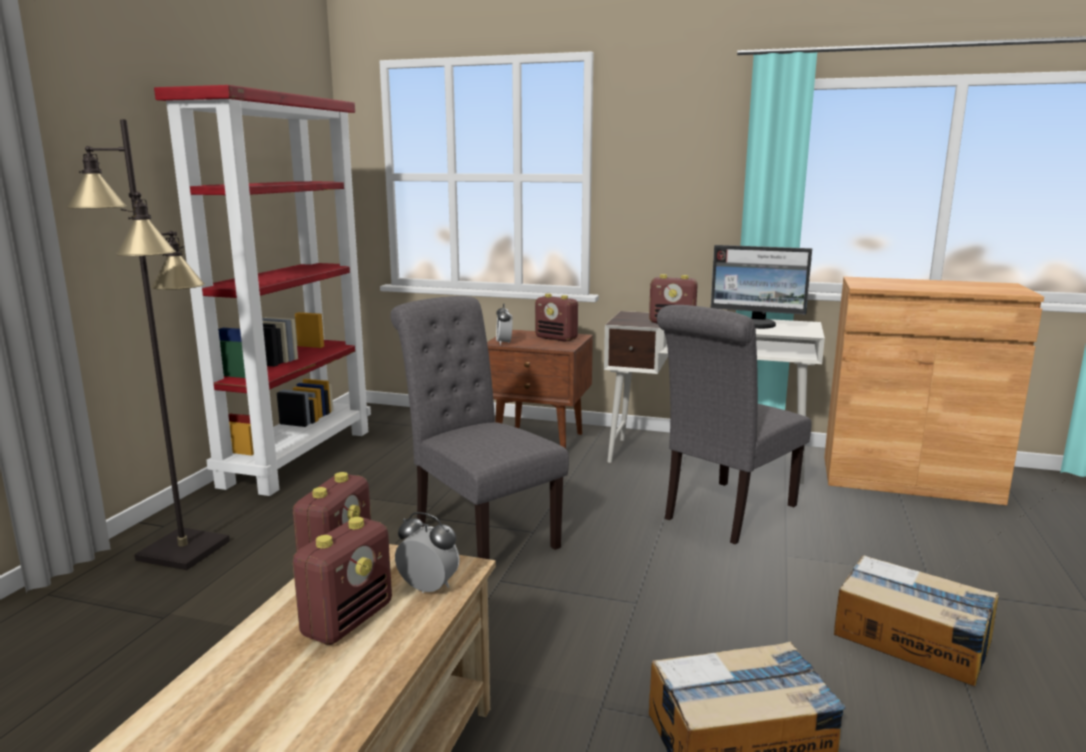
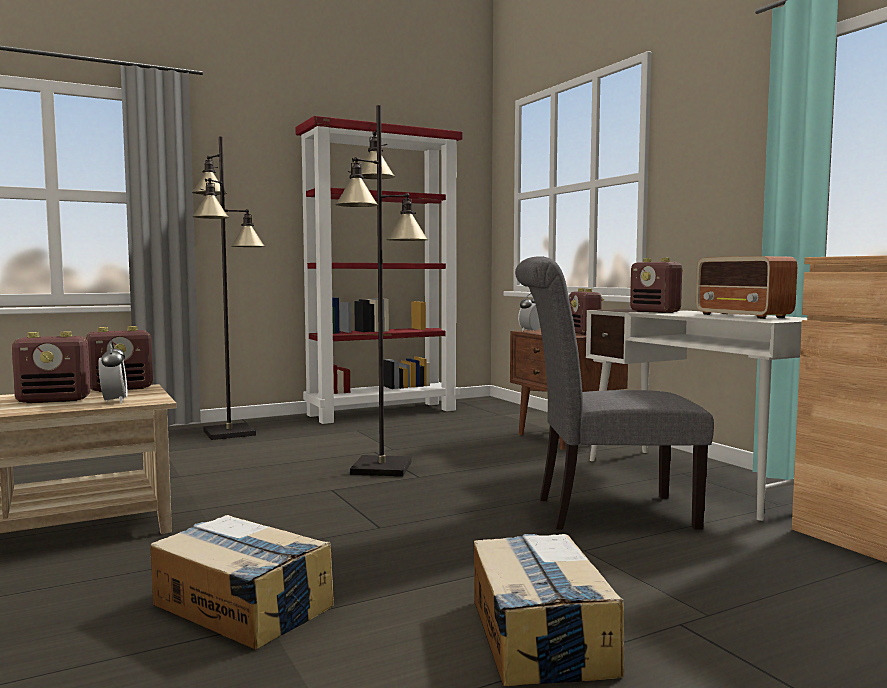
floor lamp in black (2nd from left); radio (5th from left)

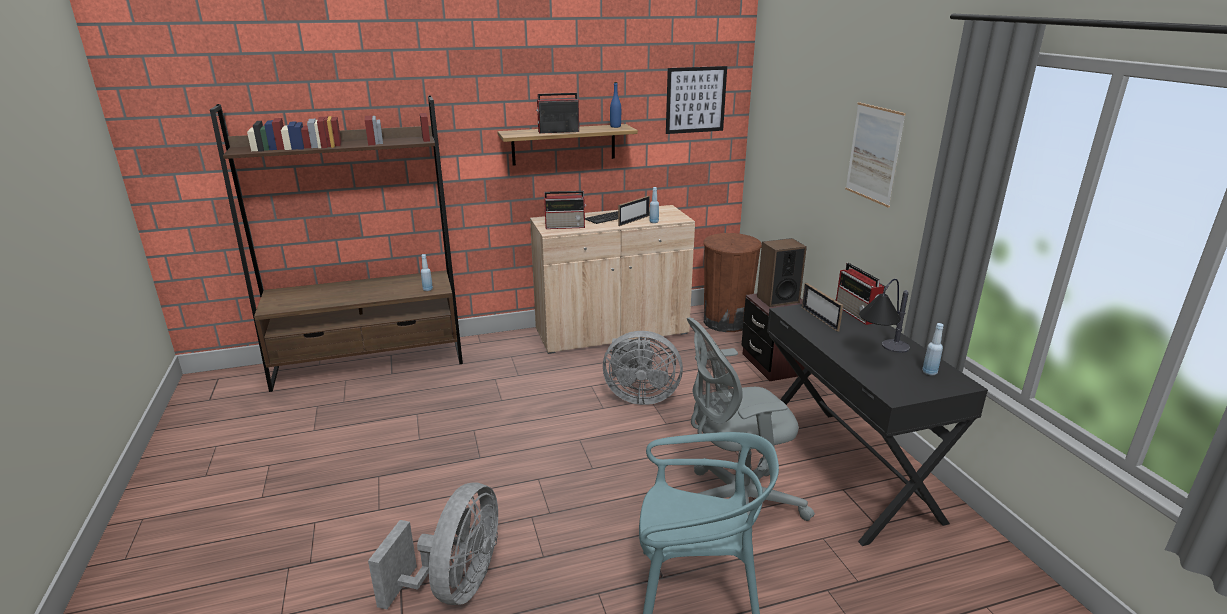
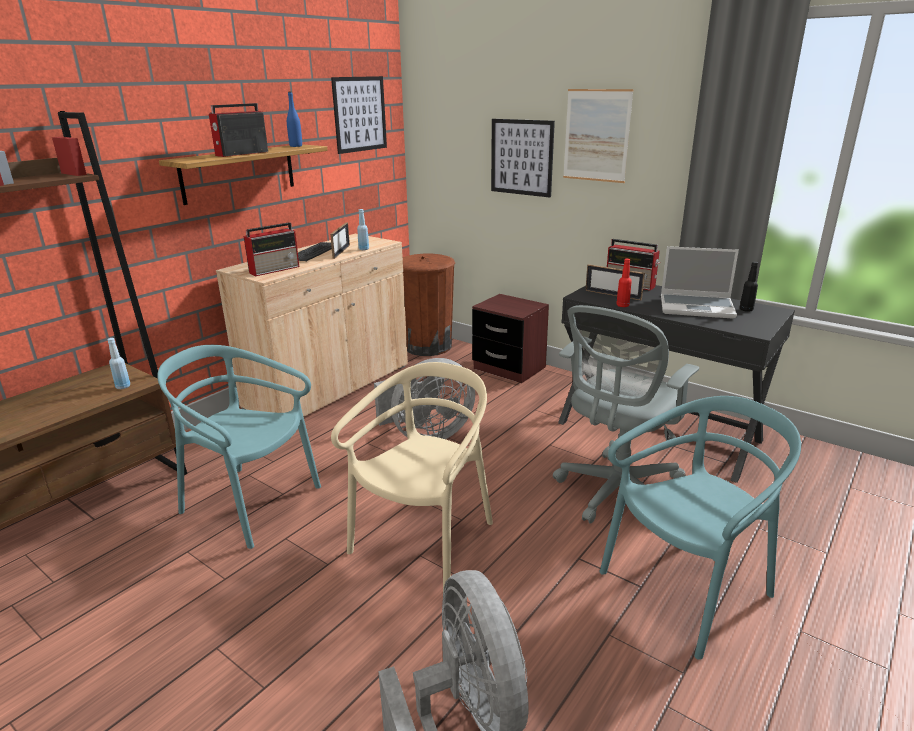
speaker; laptop; bottle in black; chair in turquoise (1st from left); chair in beige; picture (2nd from left); bottle in red

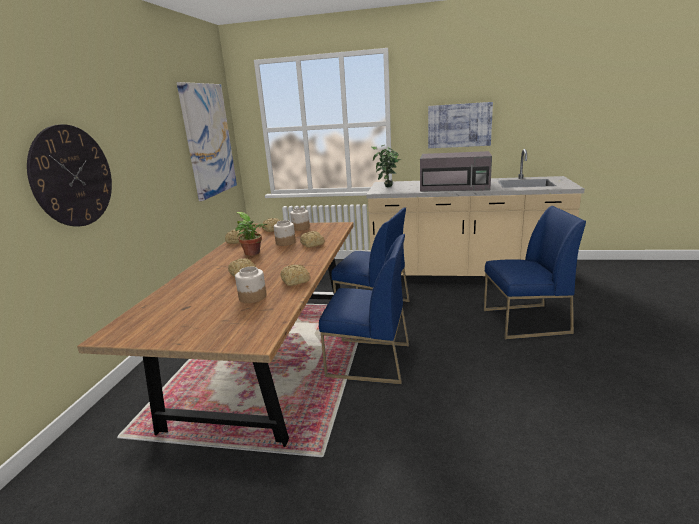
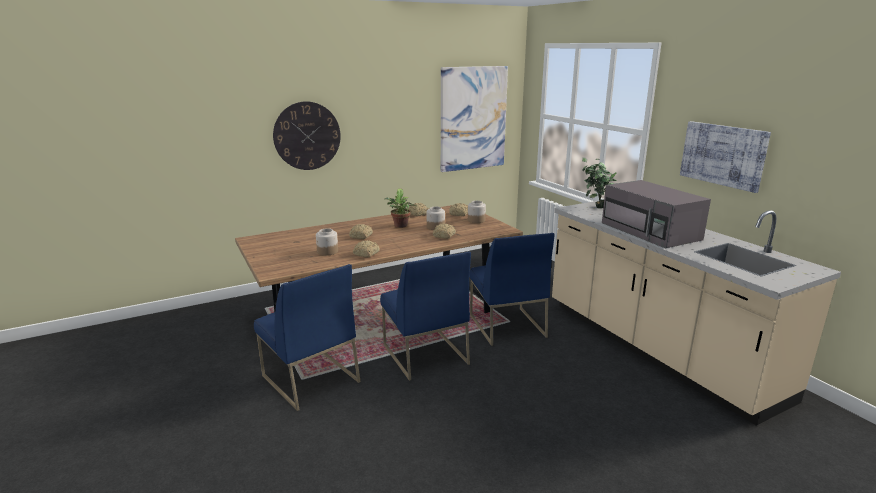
chair in blue (1st from left)

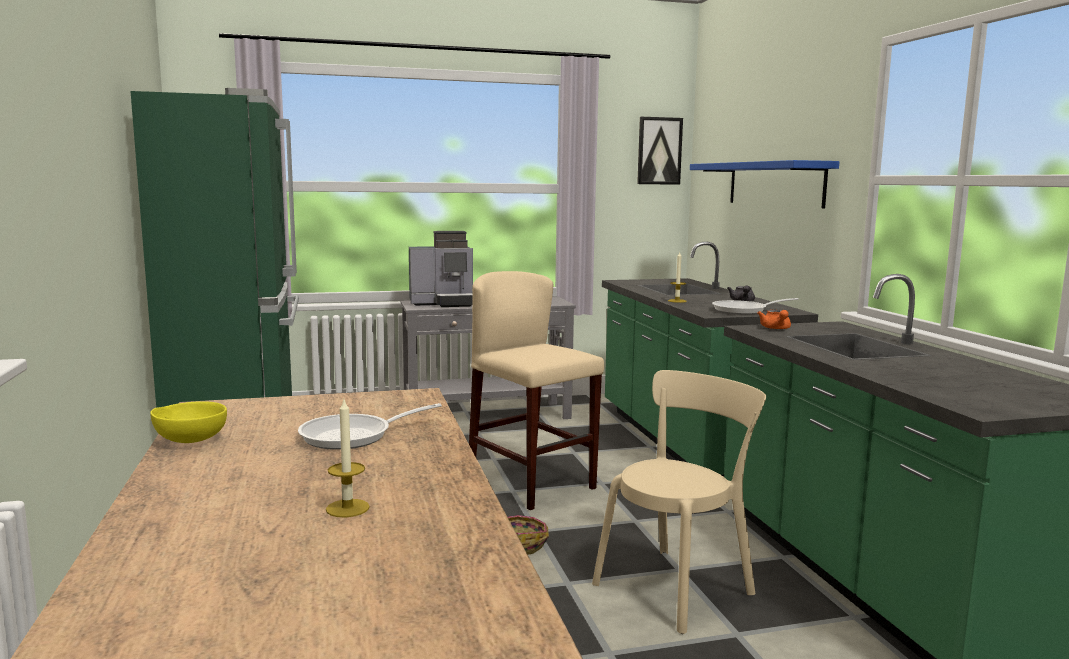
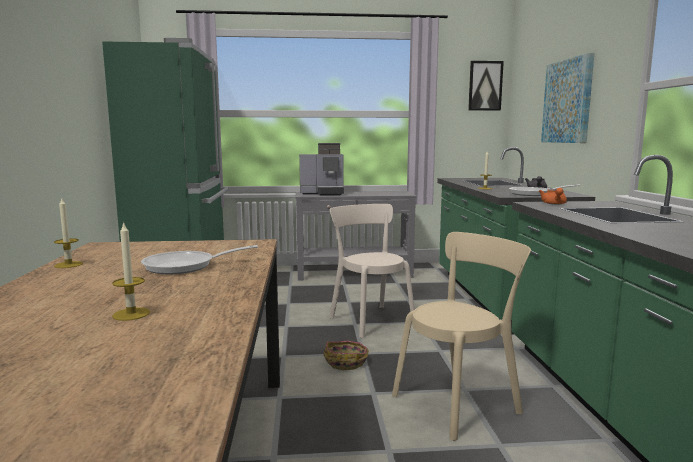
candle (1st from left); chair in beige (1st from left); picture (2nd from left)

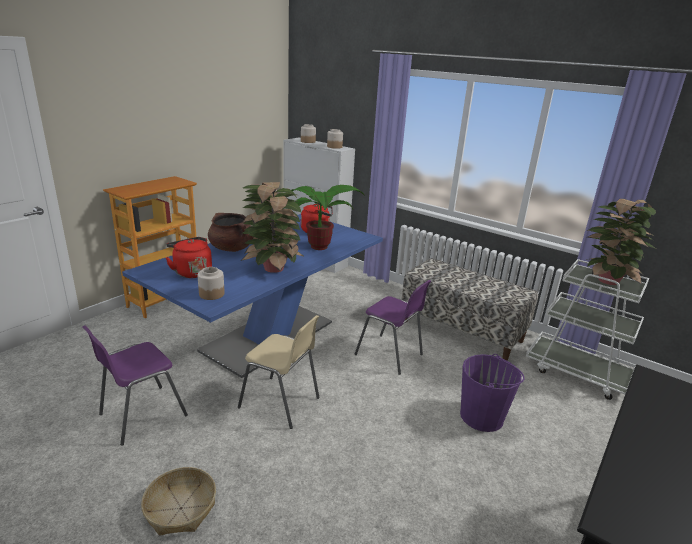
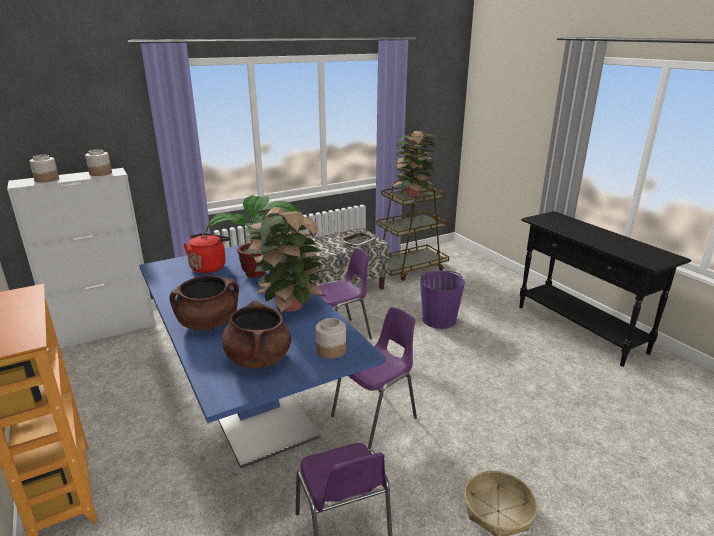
cooking pot in brown (2nd from left); chair in purple (3rd from left); cart in brown; tray

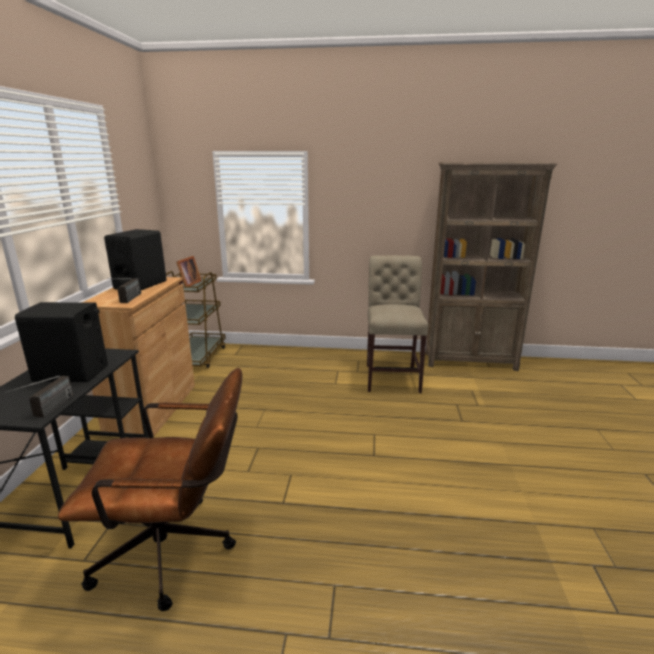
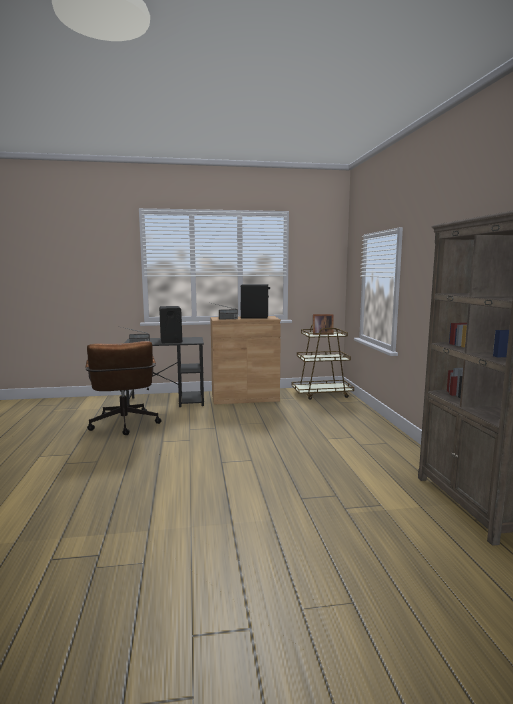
chair in beige

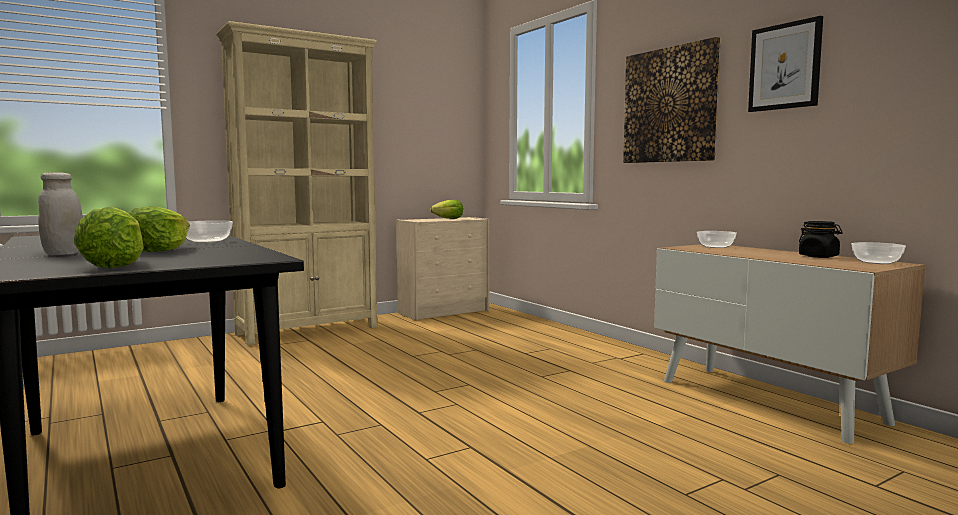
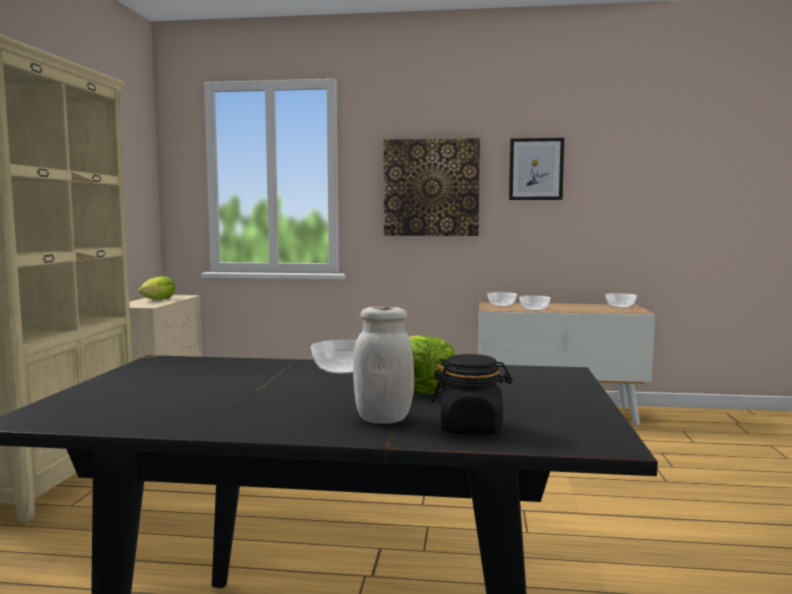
lettuce (1st from left in the first image); jar in black; bowl (3rd from left)

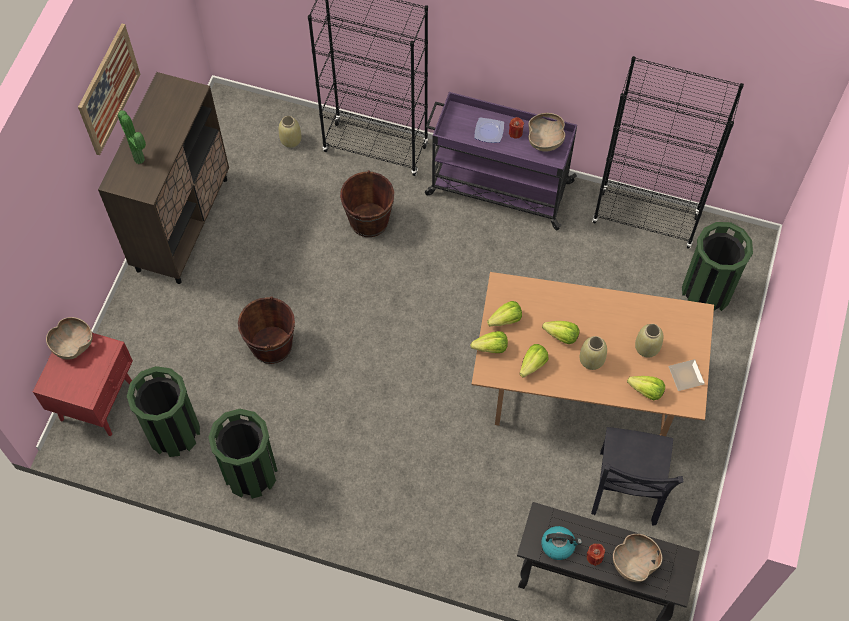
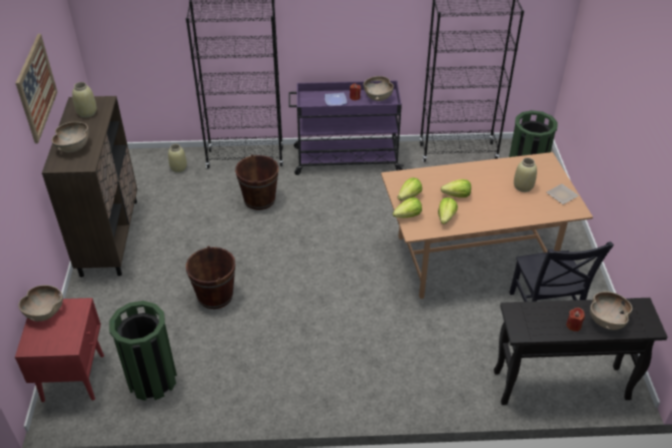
bowl in brown (2nd from left); trash can in green (2nd from left in the first image); kettle; vase in beige (1st from left); lettuce (5th from left in the first image)

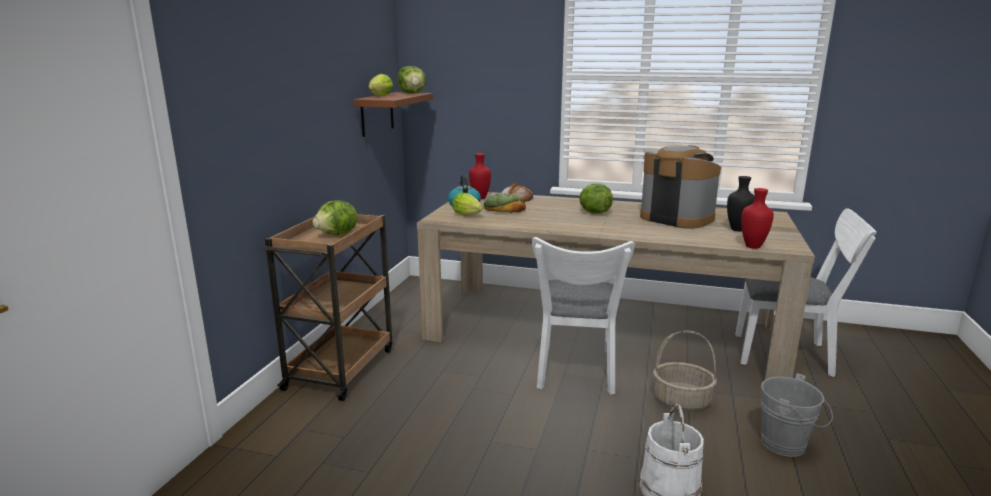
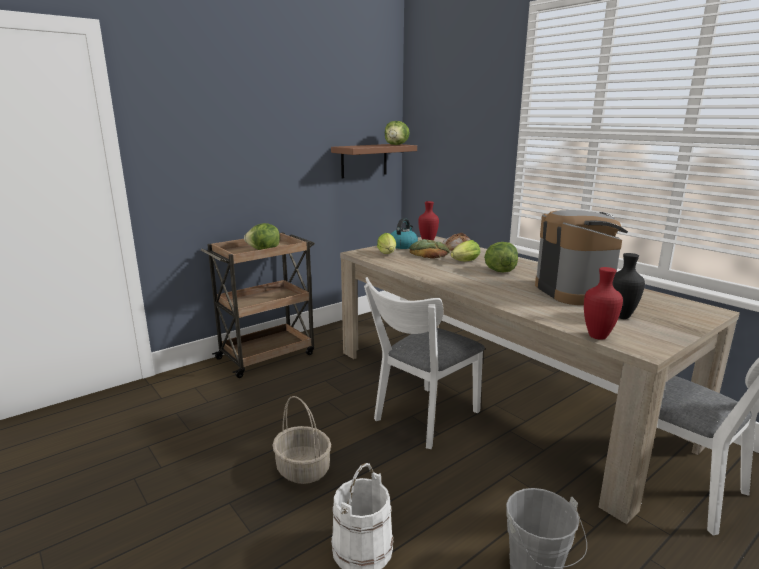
lettuce (4th from left); basket

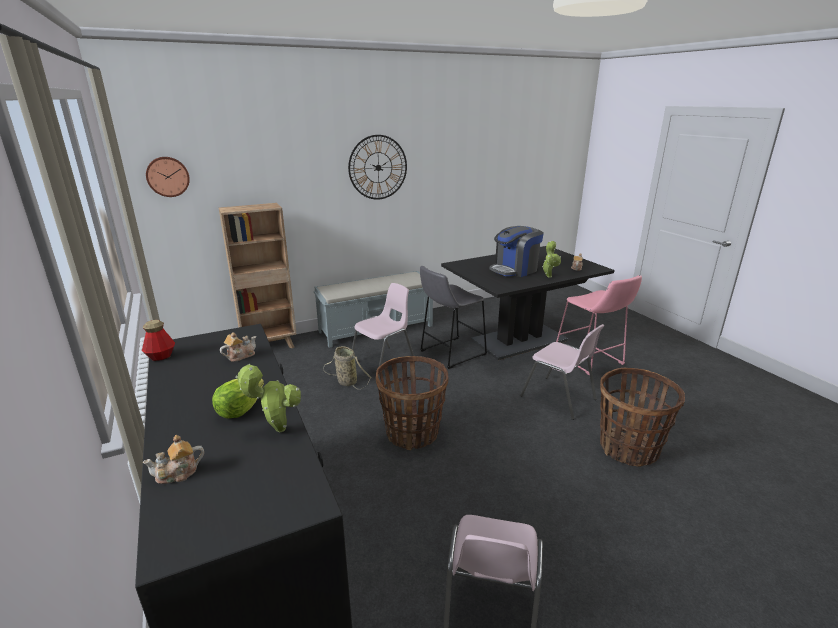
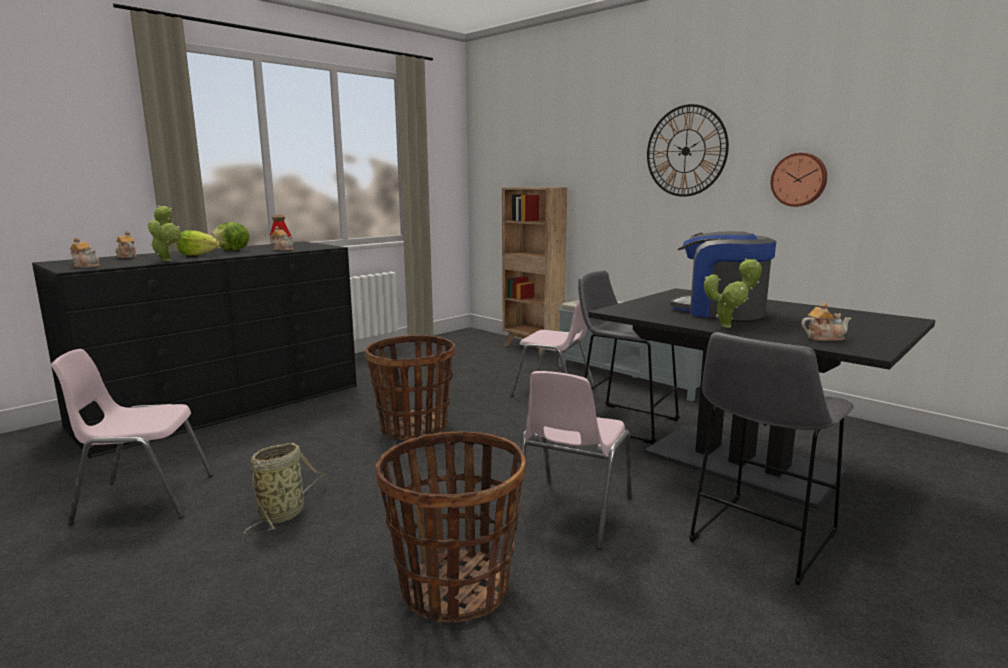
wall clock (2nd from left); basket (1st from left); stool in grey (2nd from left); teapot (1st from left); lettuce (2nd from left)

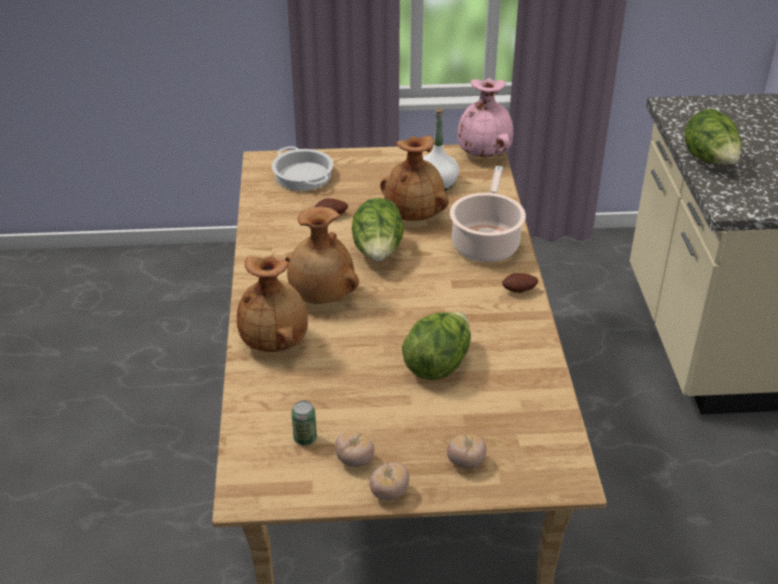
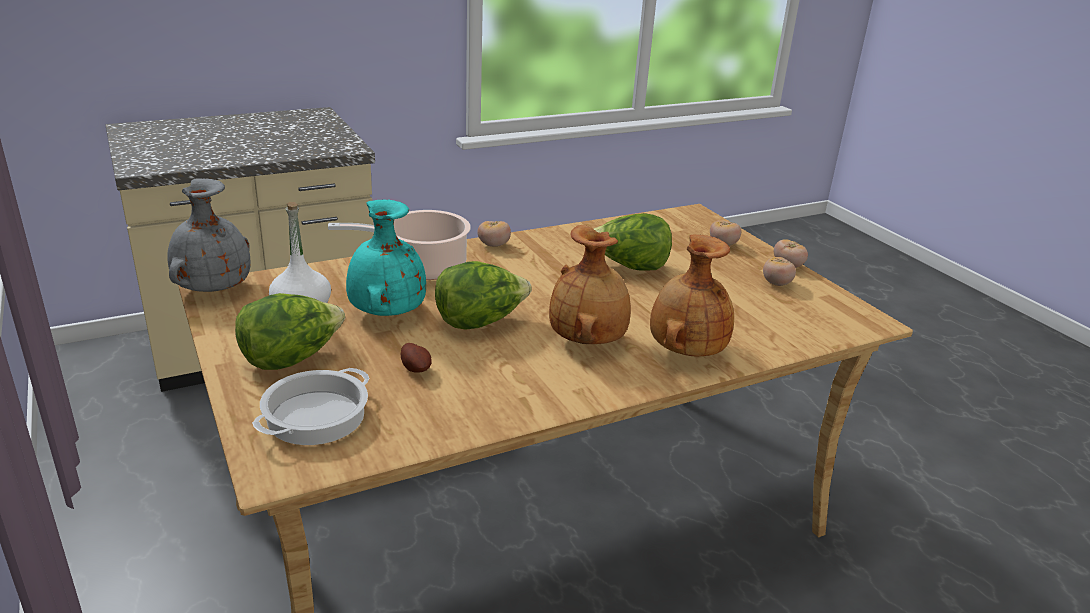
can; vase in turquoise; vase in grey; tomato (1st from left); lettuce (1st from left)

